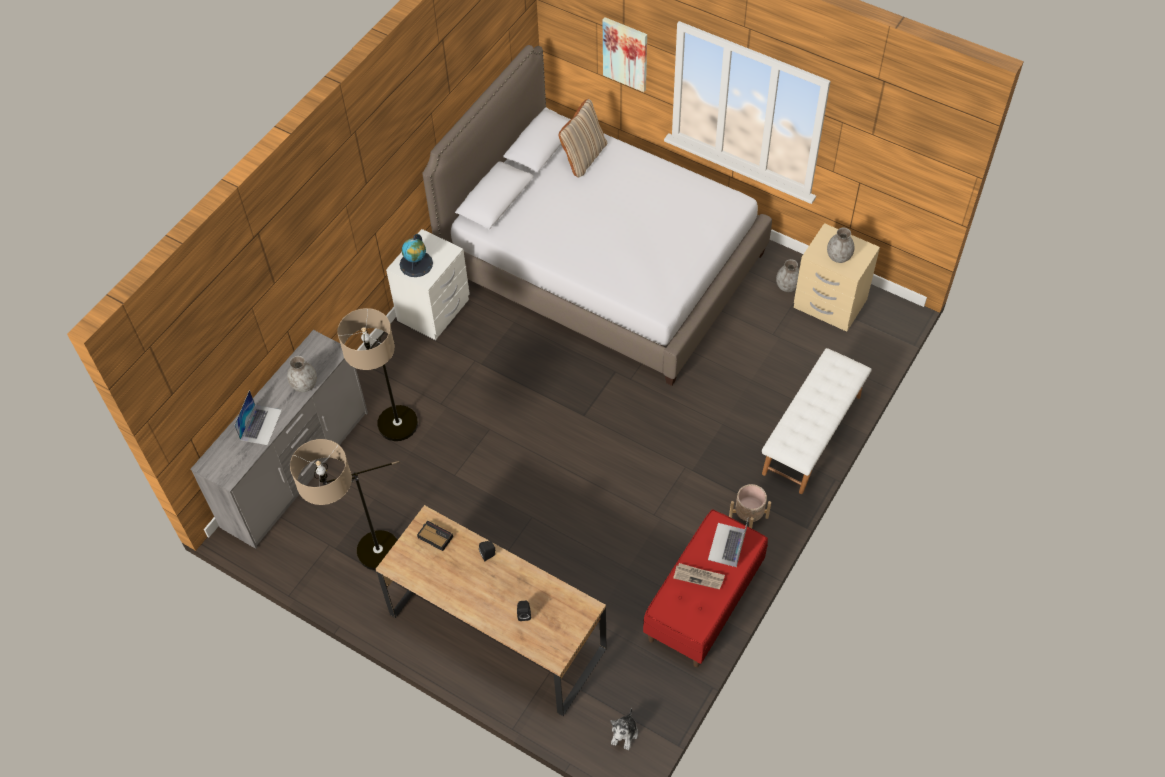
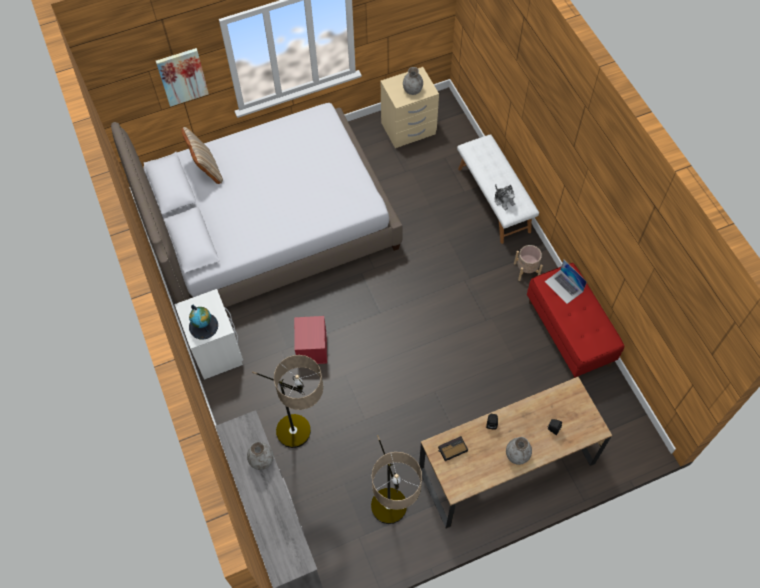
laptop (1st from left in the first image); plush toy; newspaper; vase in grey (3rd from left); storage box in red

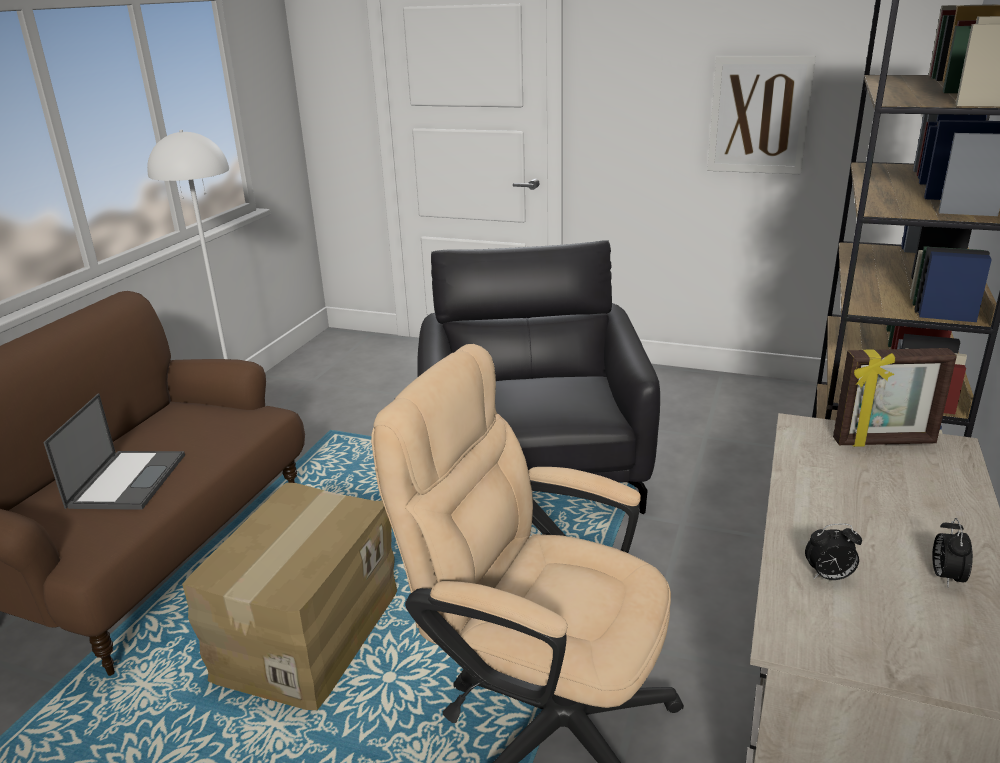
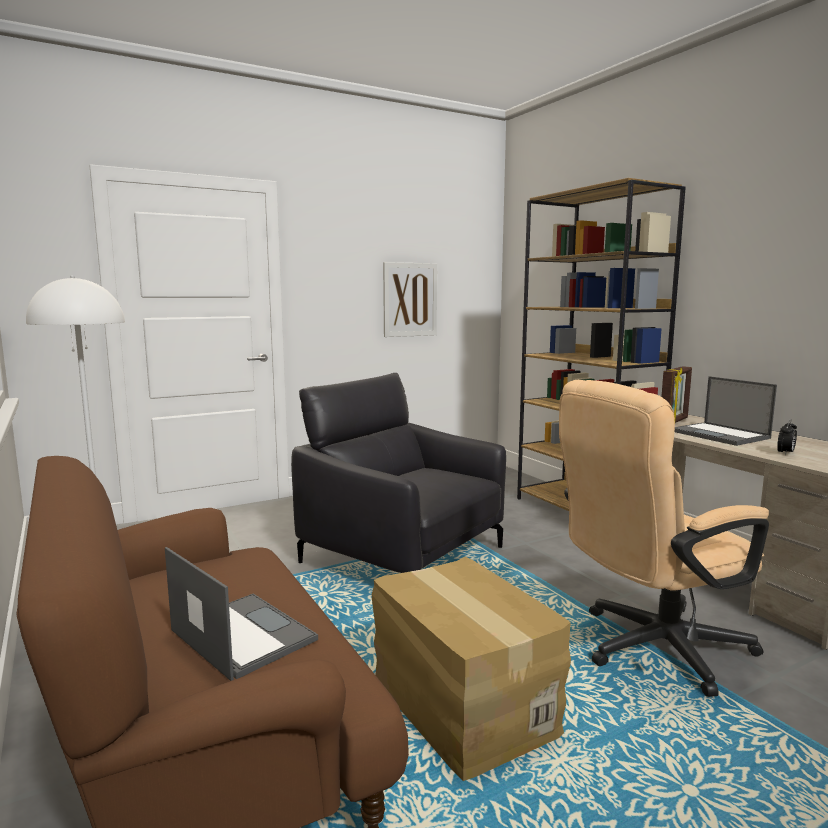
alarm clock (2nd from left in the first image); laptop (2nd from left)

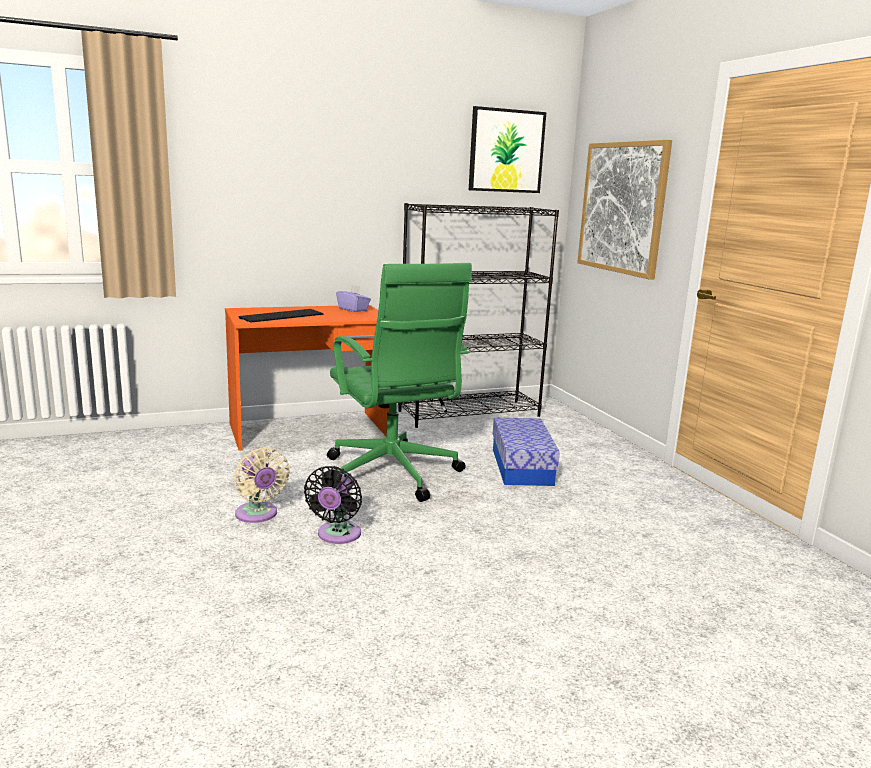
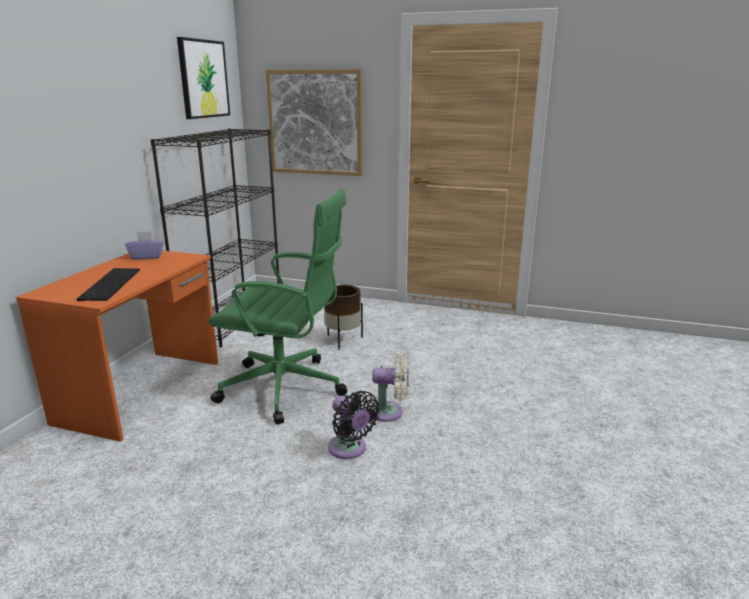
fan in beige; planter in brown

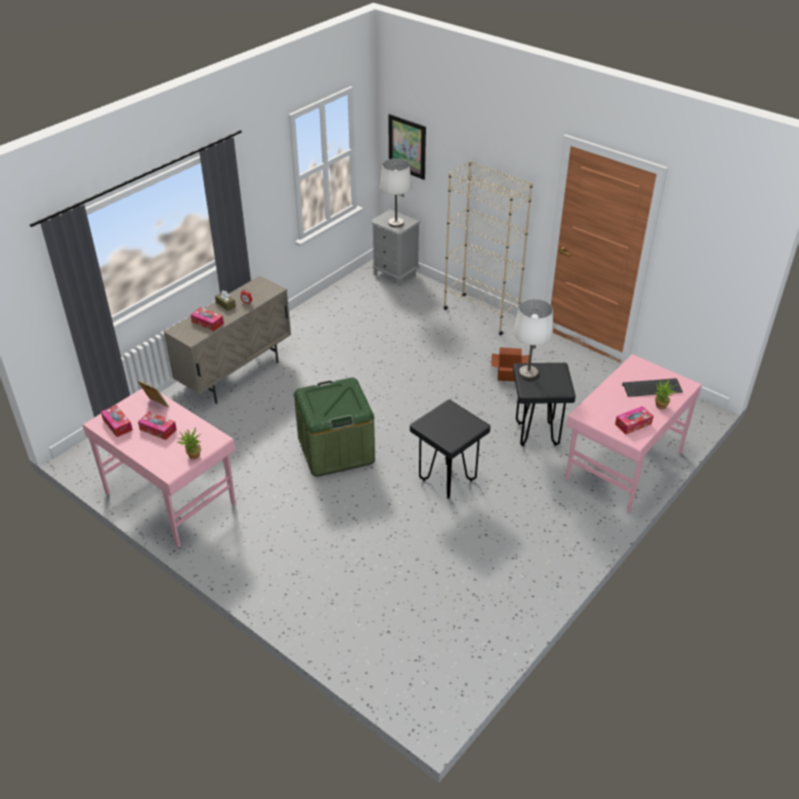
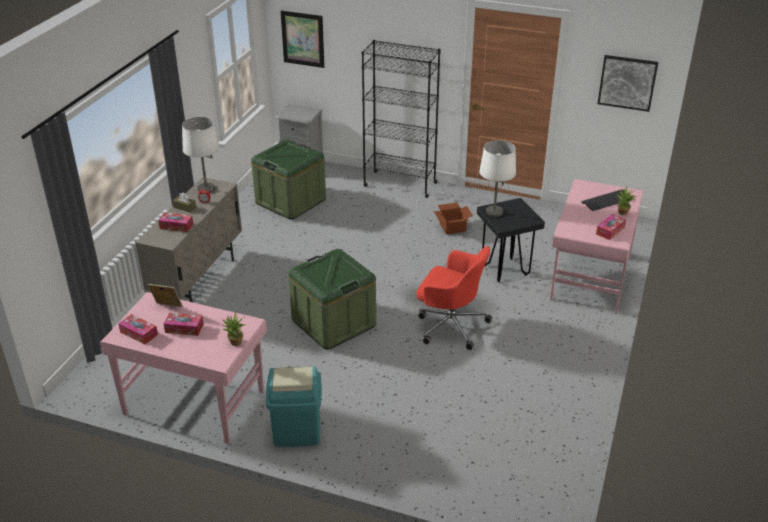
table lamp in white (1st from left); office chair in red; bookcase in black; storage box in green (1st from left); trash can in turquoise; picture (2nd from left)

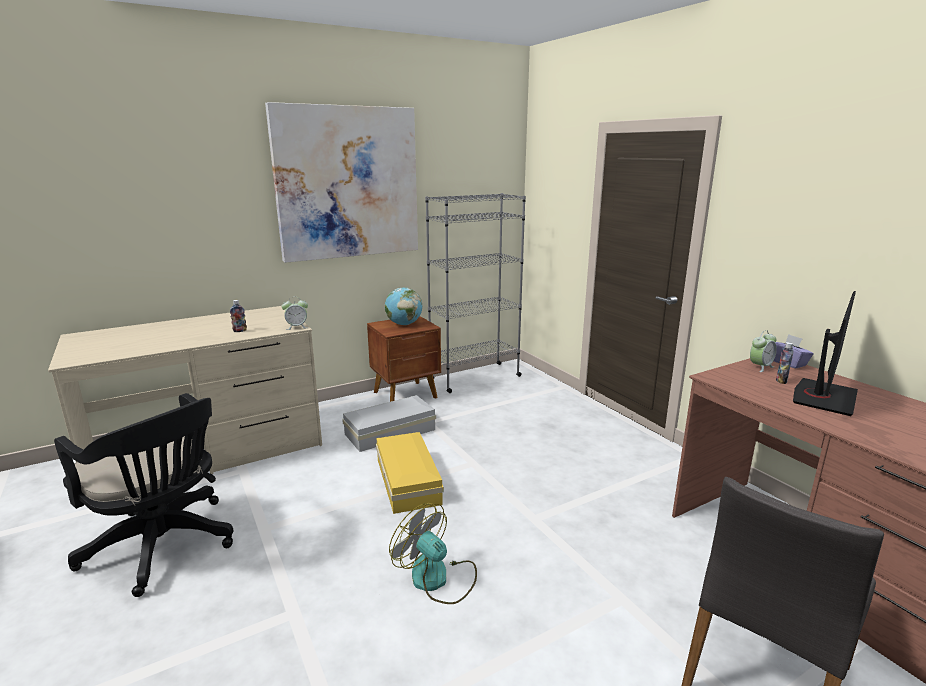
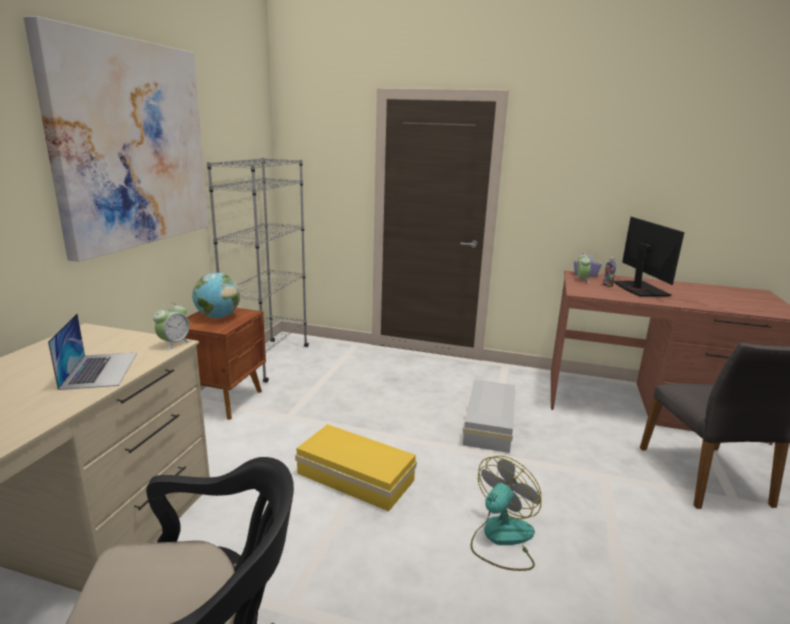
laptop; storage box in white; fan

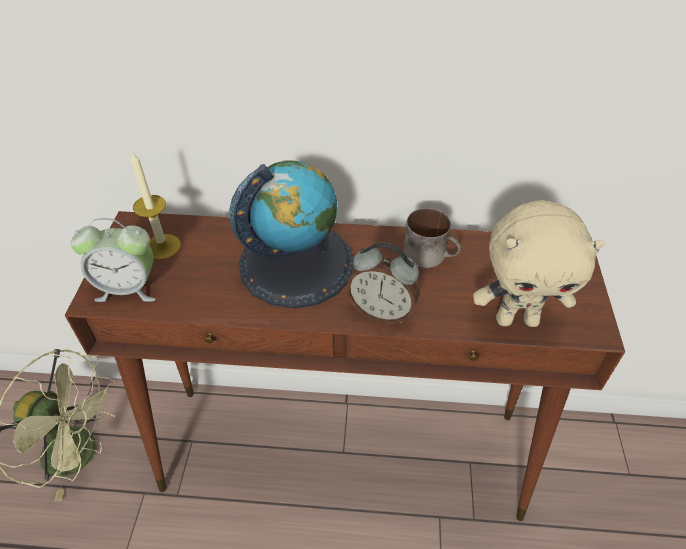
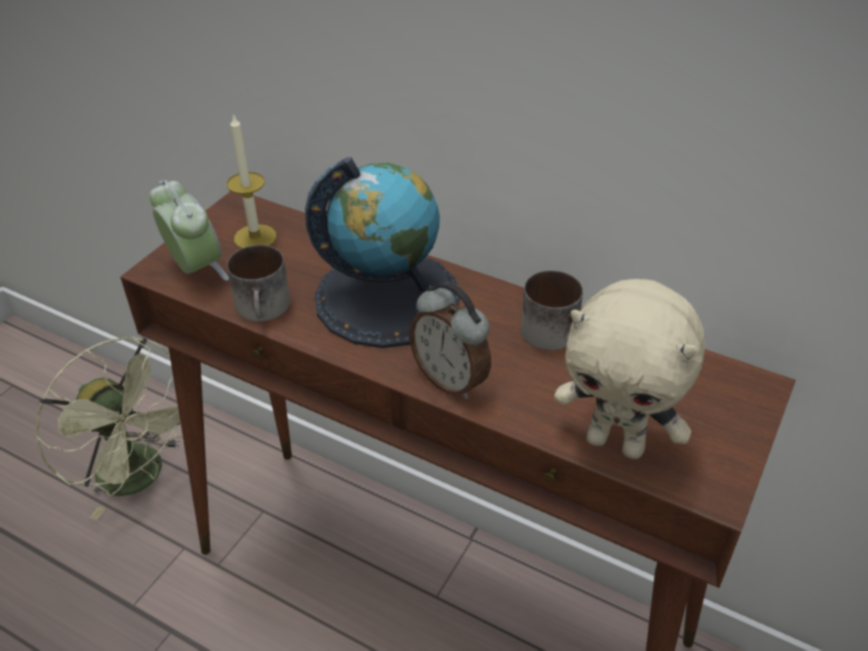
alarm clock (1st from left); mug (1st from left)

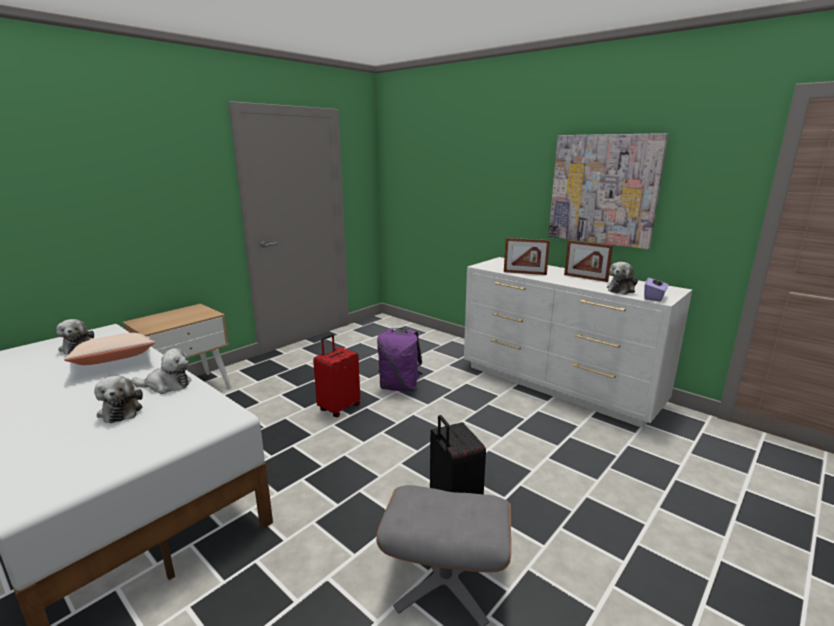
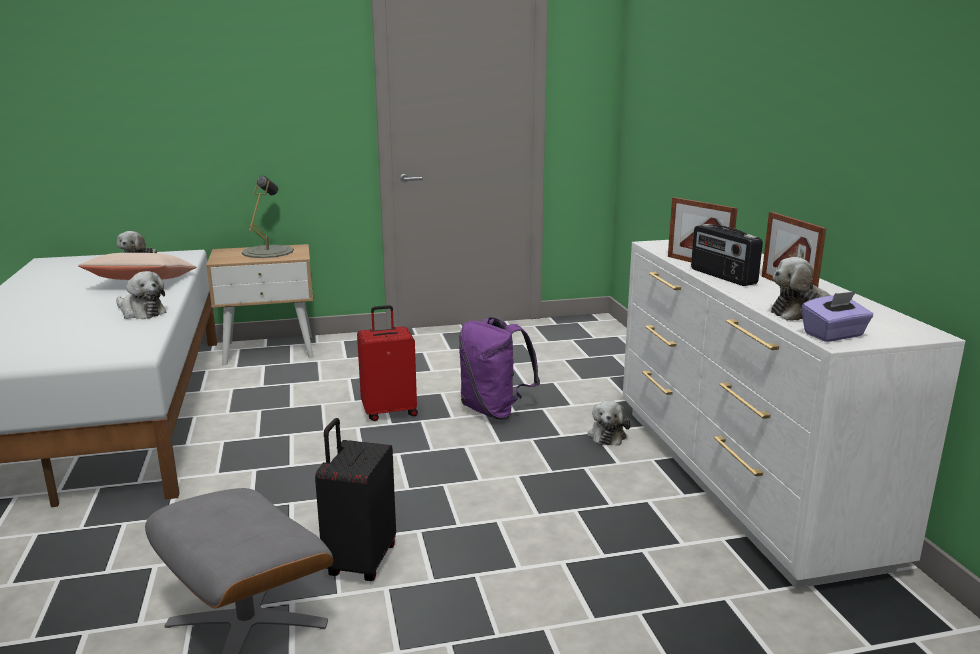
plush toy (3rd from left); picture; table lamp in grey; radio

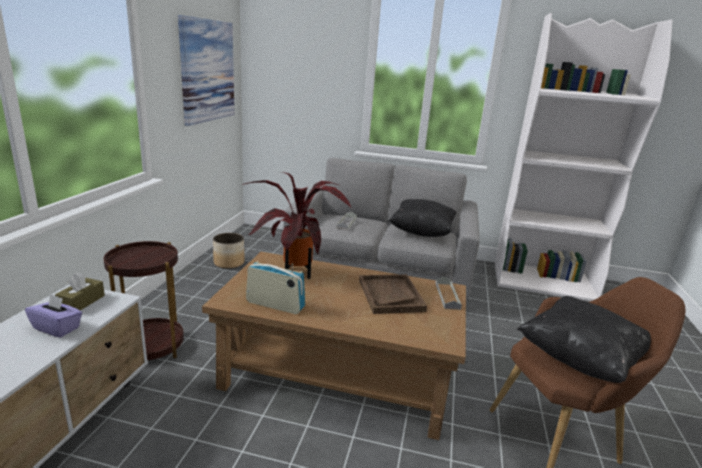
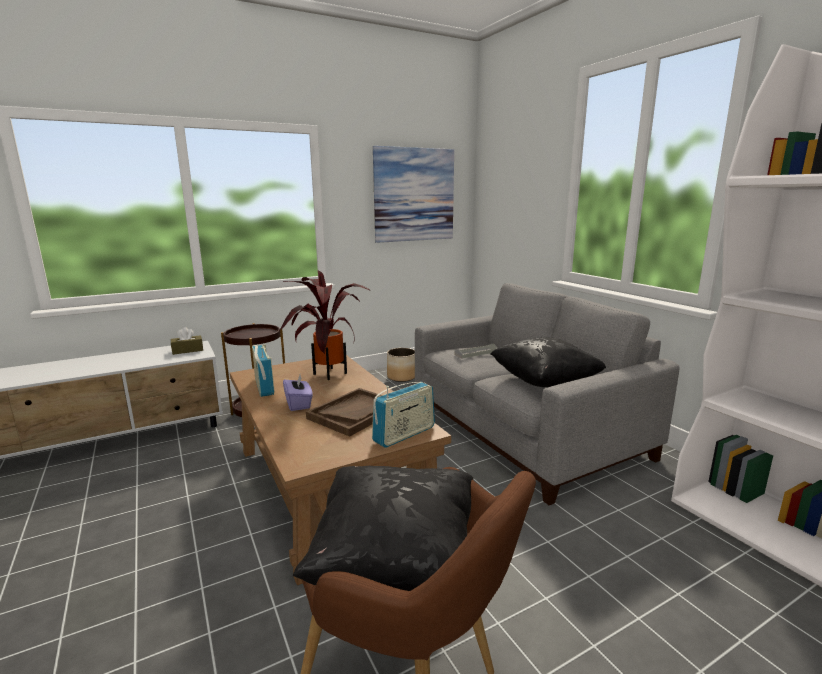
tissue box in purple; radio (2nd from left)

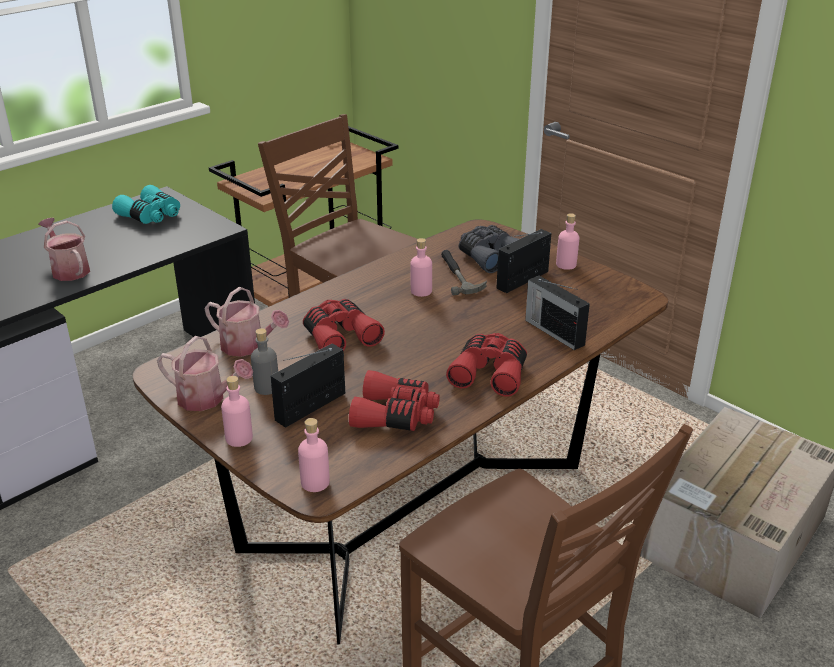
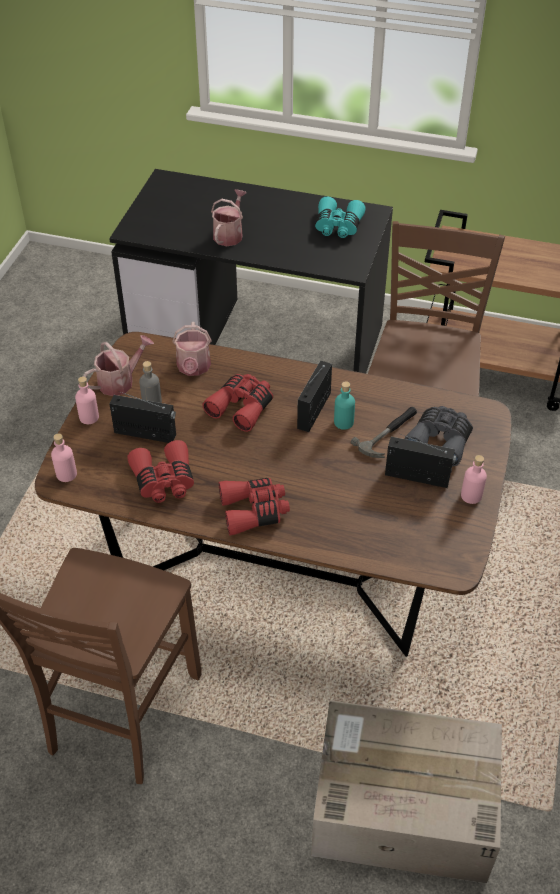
watering can (1st from left); bottle in turquoise; radio (2nd from left)

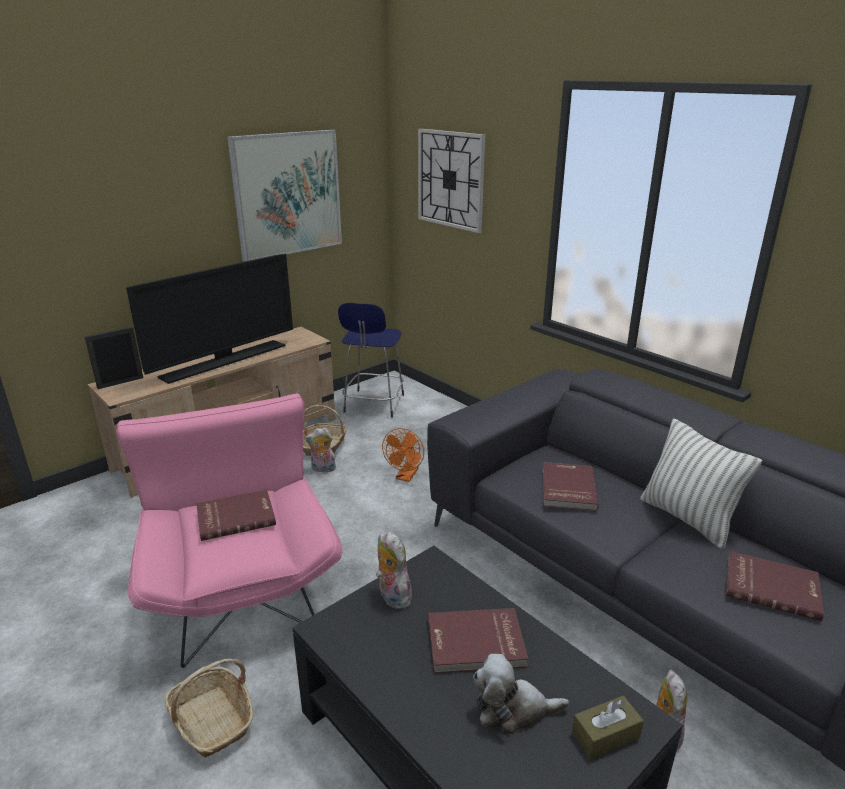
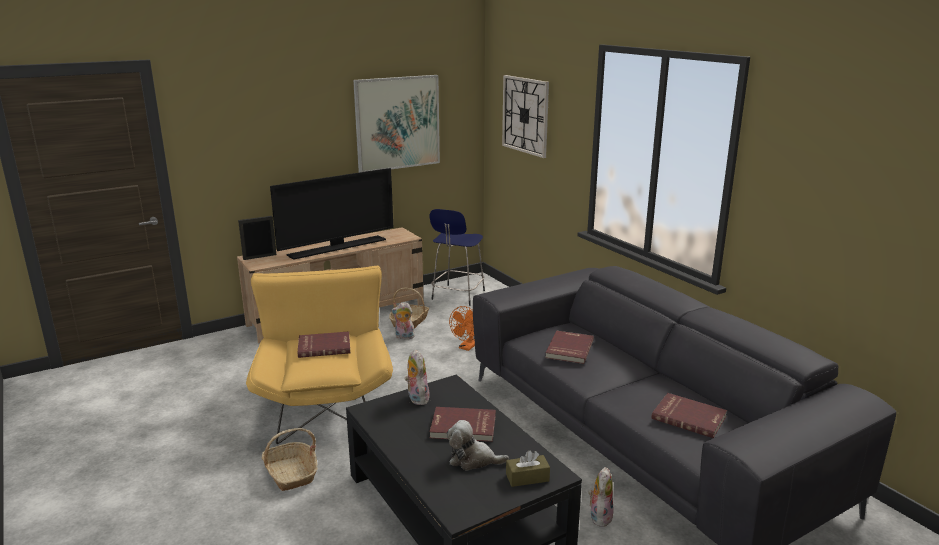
armchair in yellow; pillow

